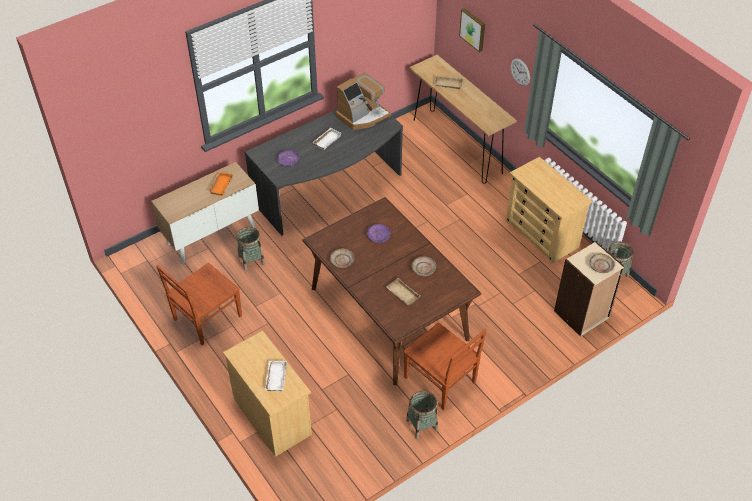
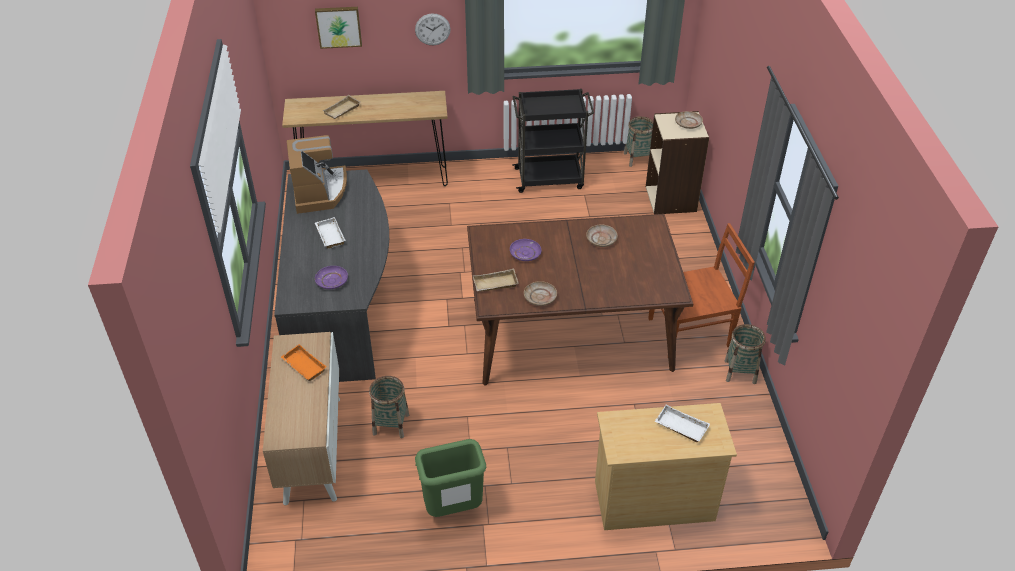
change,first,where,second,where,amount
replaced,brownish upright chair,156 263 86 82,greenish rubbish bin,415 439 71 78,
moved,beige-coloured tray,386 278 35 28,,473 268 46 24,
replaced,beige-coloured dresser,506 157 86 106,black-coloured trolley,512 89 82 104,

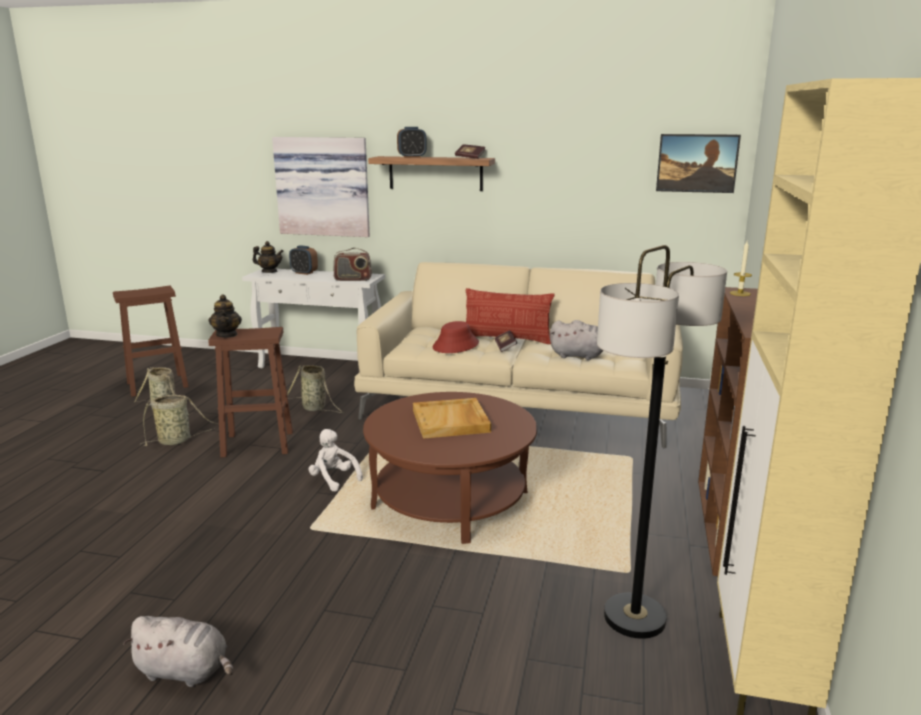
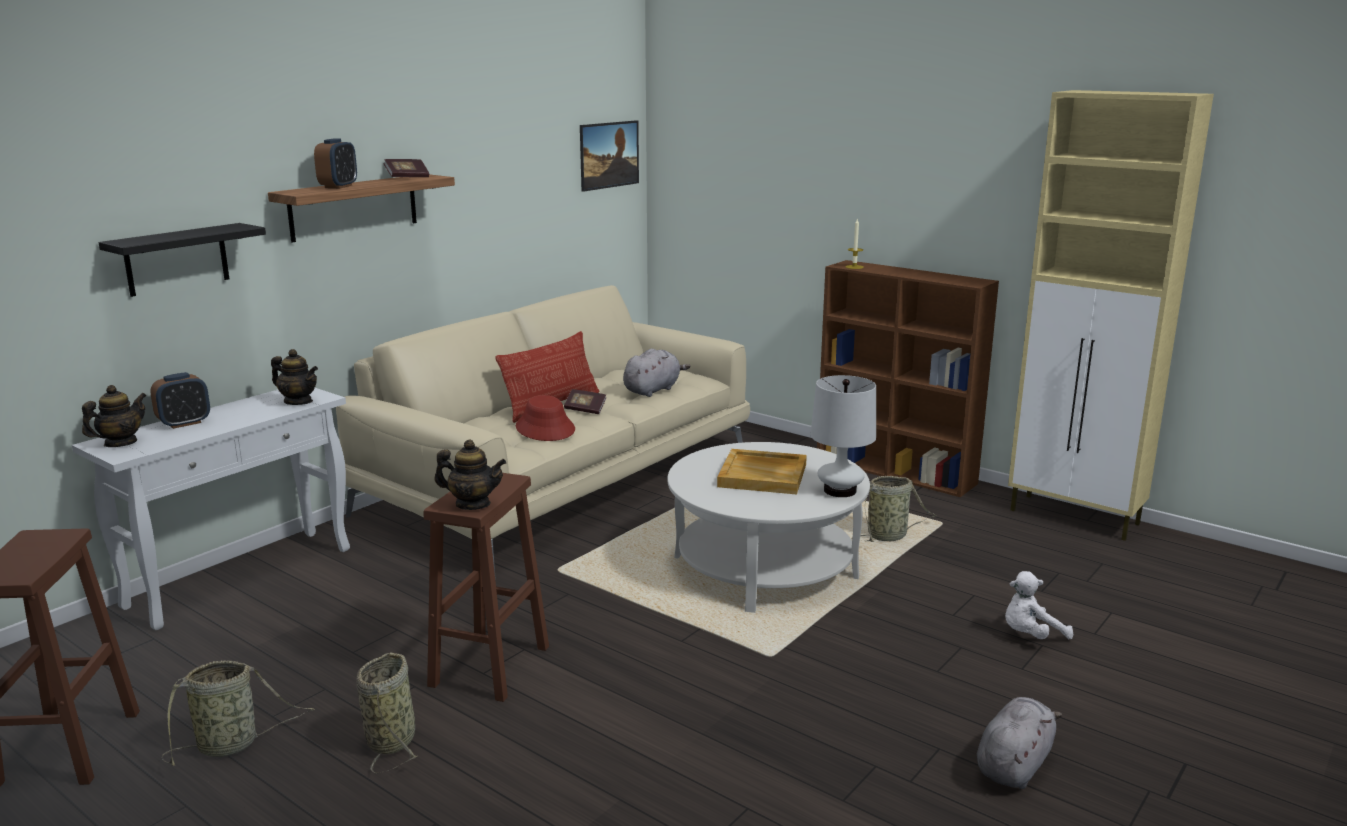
change,first,where,second,where,amount
replaced,picture,272 137 98 100,black-coloured wall shelf,99 223 167 74,
moved,household basket,287 365 57 48,,860 476 77 66,
moved,whitish soft toy,308 429 55 63,,1005 571 68 68,
replaced,radio set,333 248 39 33,pot for tea,271 349 47 56,
recoloured,brownish low table,363 392 174 152,whitish low table,667 442 203 171,
removed,standing lamp,597 245 130 394,,,
added,,,whitish tabletop lamp,810 375 66 122,

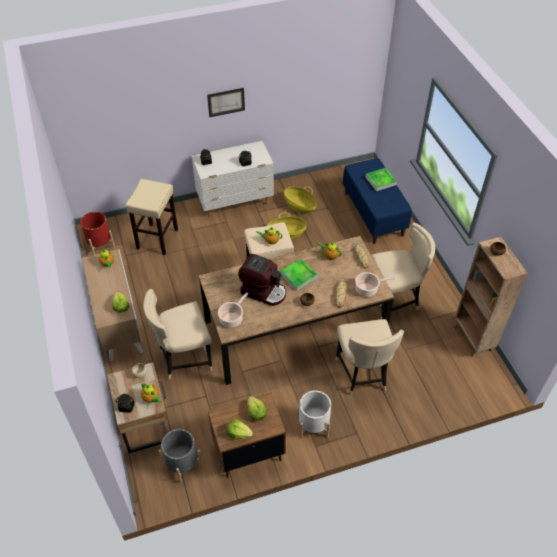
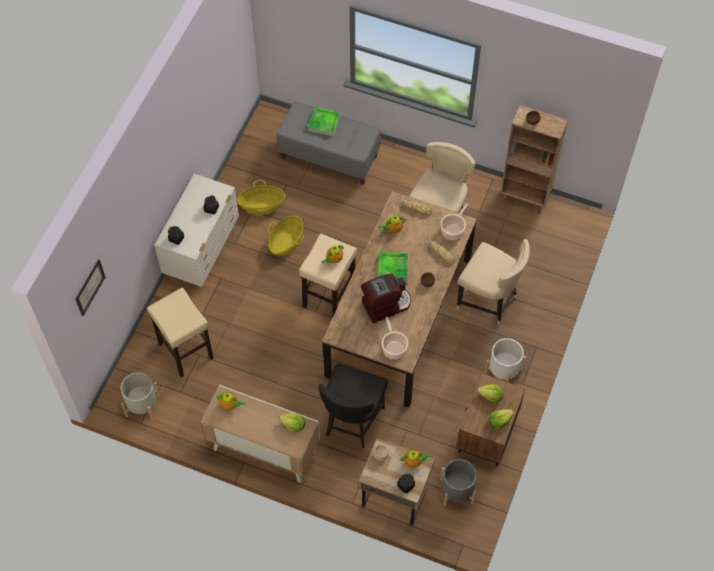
change,first,where,second,where,amount
recoloured,red flower pot,80 211 35 44,greyish flower pot,121 372 39 48,
recoloured,beige-coloured upright chair,143 289 69 90,black-coloured upright chair,319 364 69 84,
moved,picture,207 88 38 29,,76 259 29 57,
recoloured,blue-coloured indoor bench,343 158 69 86,greyish indoor bench,277 102 104 83,

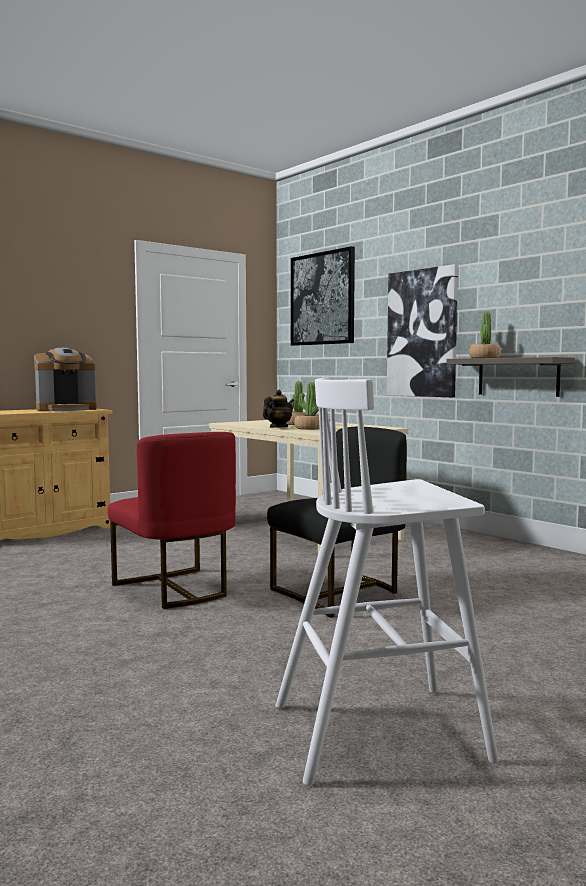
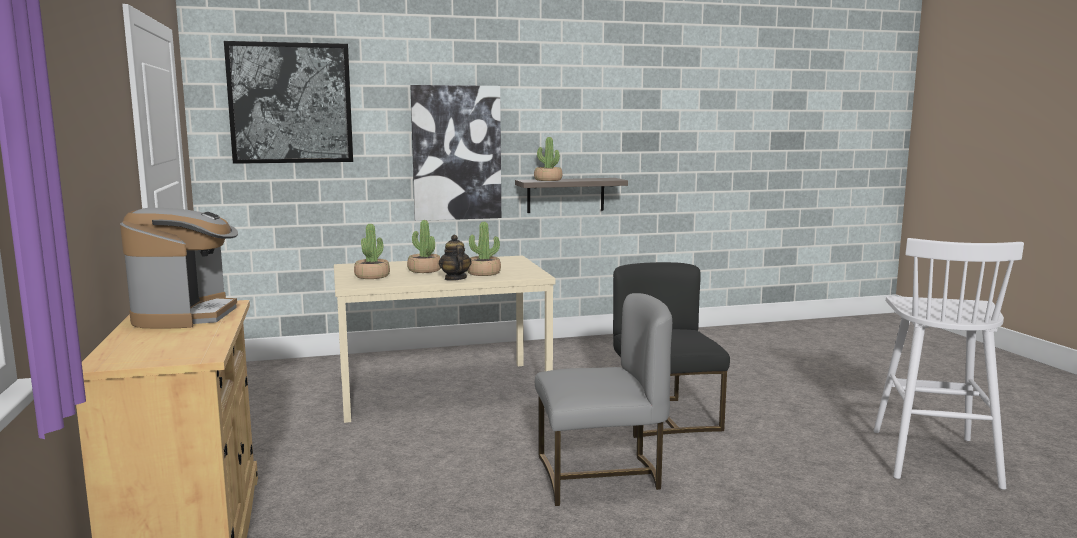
change,first,where,second,where,amount
recoloured,red upright chair,108 432 128 177,greyish upright chair,535 293 137 213,
added,,,plant in a pot,354 224 36 55,

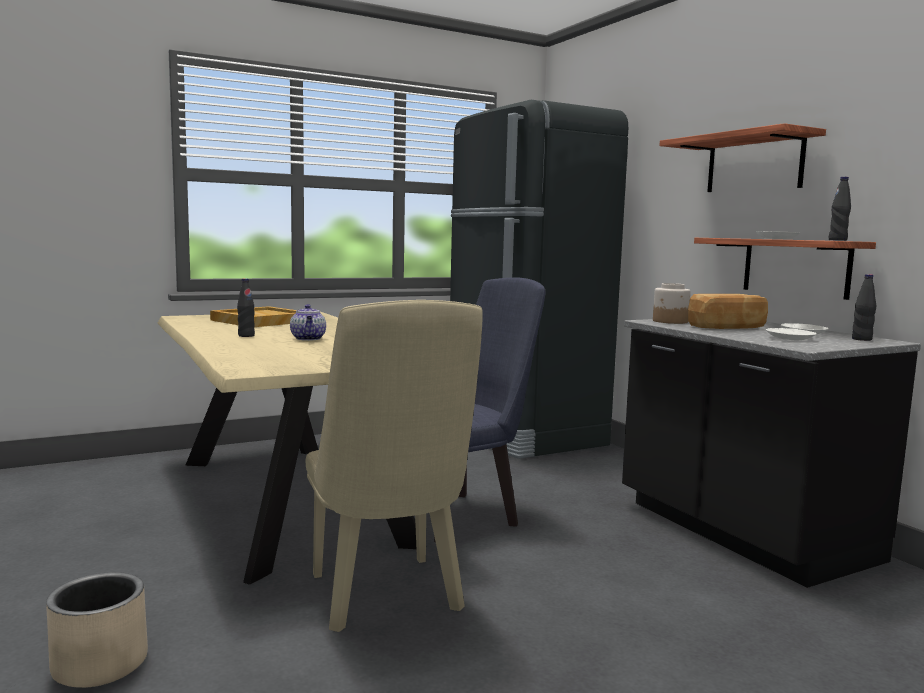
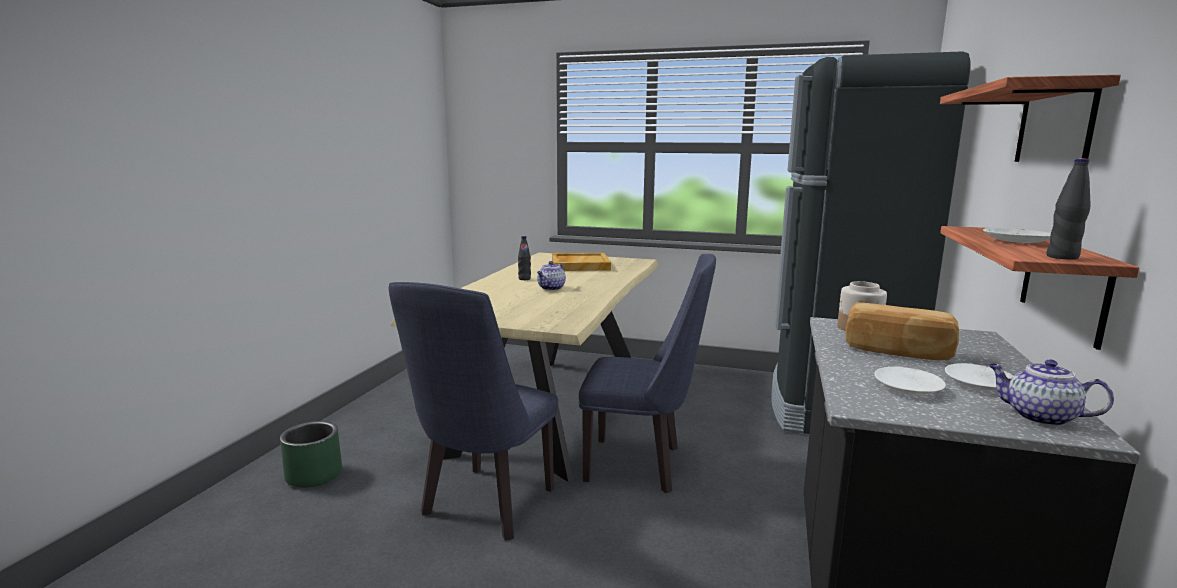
change,first,where,second,where,amount
recoloured,beige-coloured flower pot,46 572 102 116,greenish flower pot,280 421 62 67,
recoloured,beige-coloured upright chair,306 300 177 332,blue-coloured upright chair,388 282 170 258,
replaced,black-coloured beverage bottle,852 274 24 67,pot for tea,988 359 126 67,

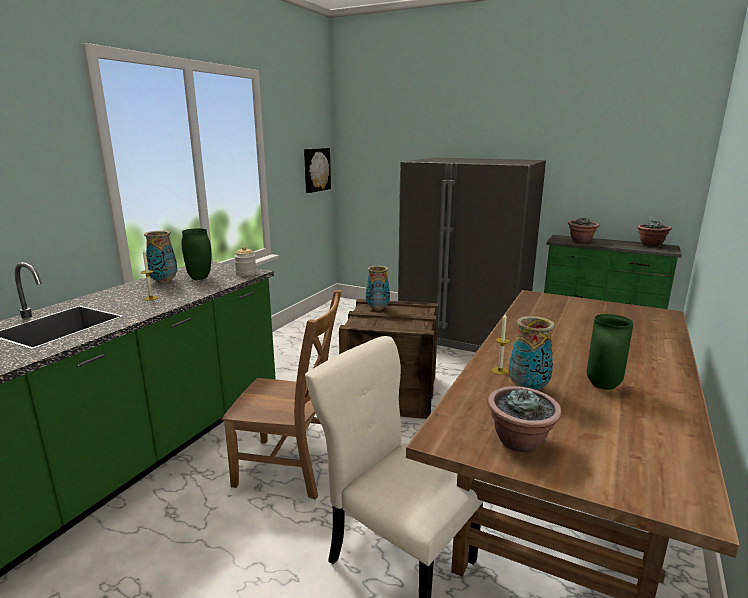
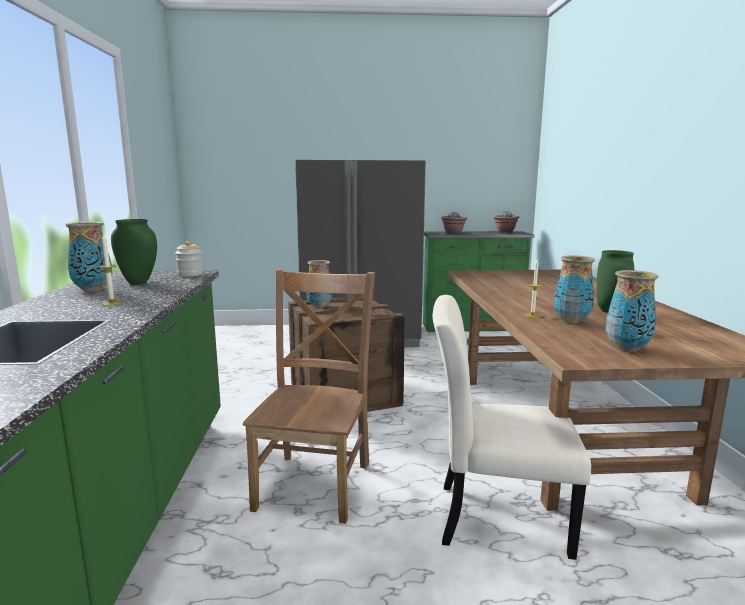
change,first,where,second,where,amount
turned,brownish upright chair,222 290 120 209,,243 269 132 255,60 degrees counterclockwise
removed,picture,304 148 27 45,,,
replaced,plant in a pot,488 386 74 67,flower vase,606 270 52 82,

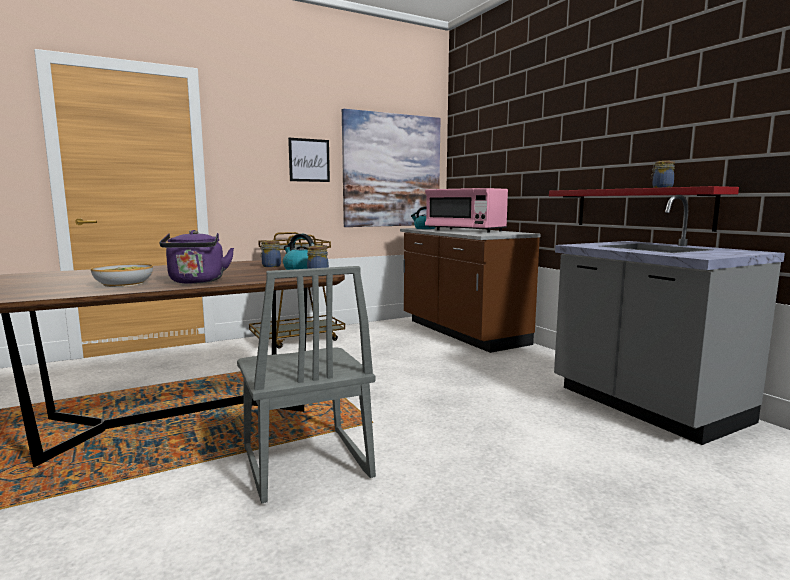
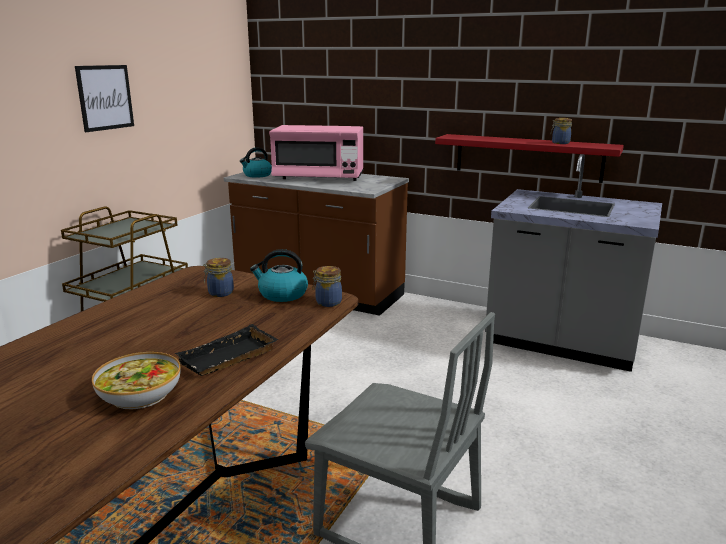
change,first,where,second,where,amount
replaced,purple-coloured tea kettle,160 230 74 54,black-coloured tray,174 324 105 52,
removed,picture,342 109 98 118,,,

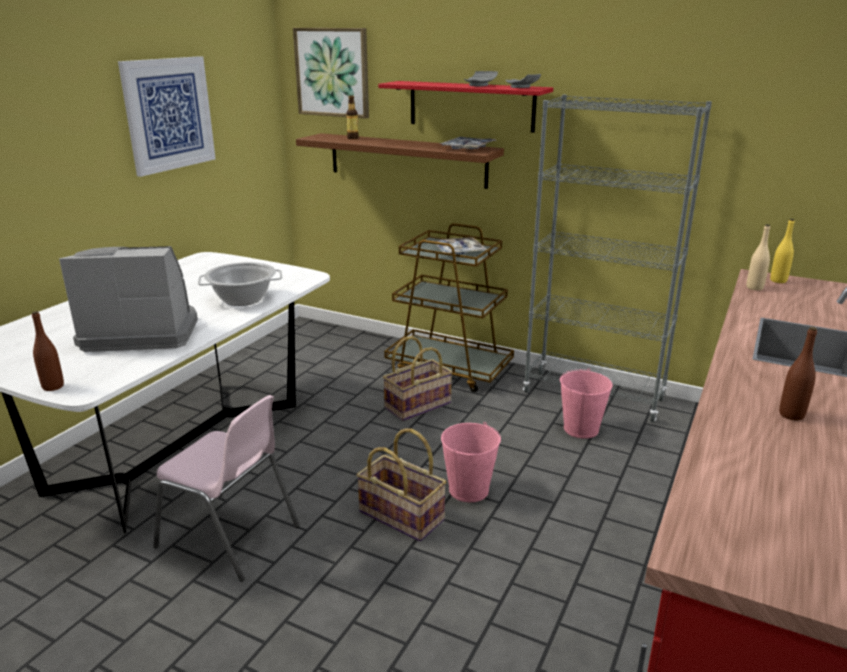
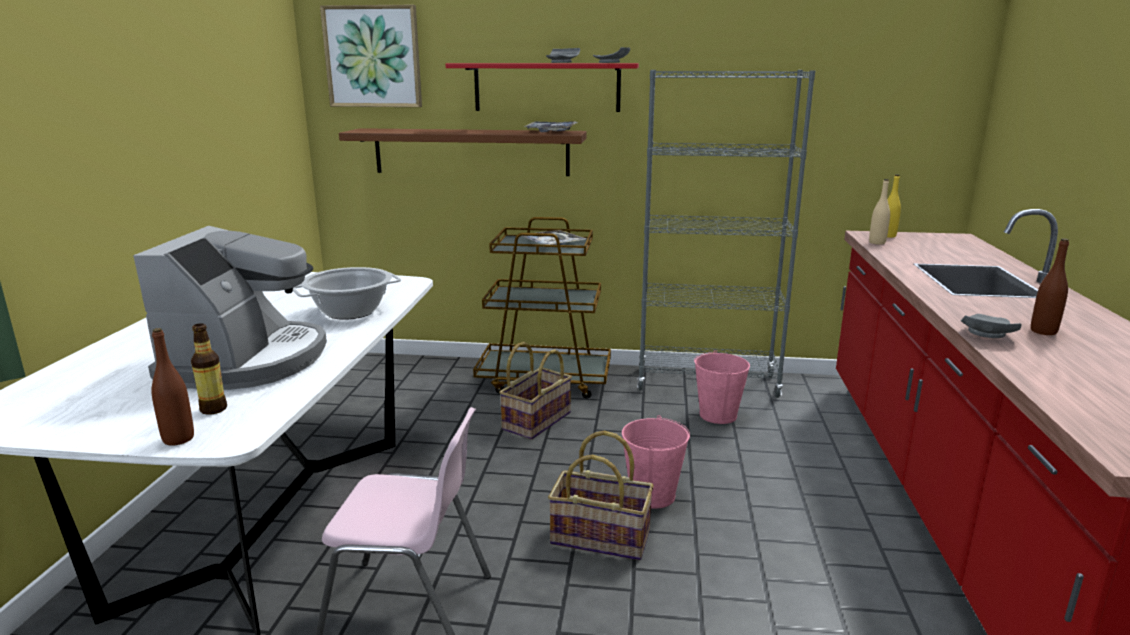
change,first,where,second,where,amount
turned,coffee brewer,59 246 139 106,,133 226 194 164,120 degrees clockwise
removed,picture,118 56 98 121,,,
moved,beverage bottle,346 96 13 43,,191 323 36 92,
added,,,greyish plate,961 314 60 24,

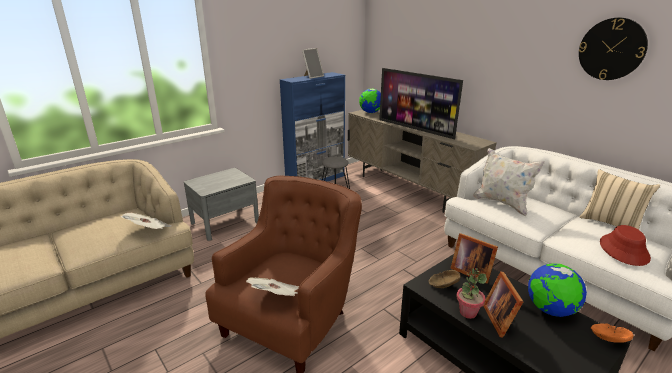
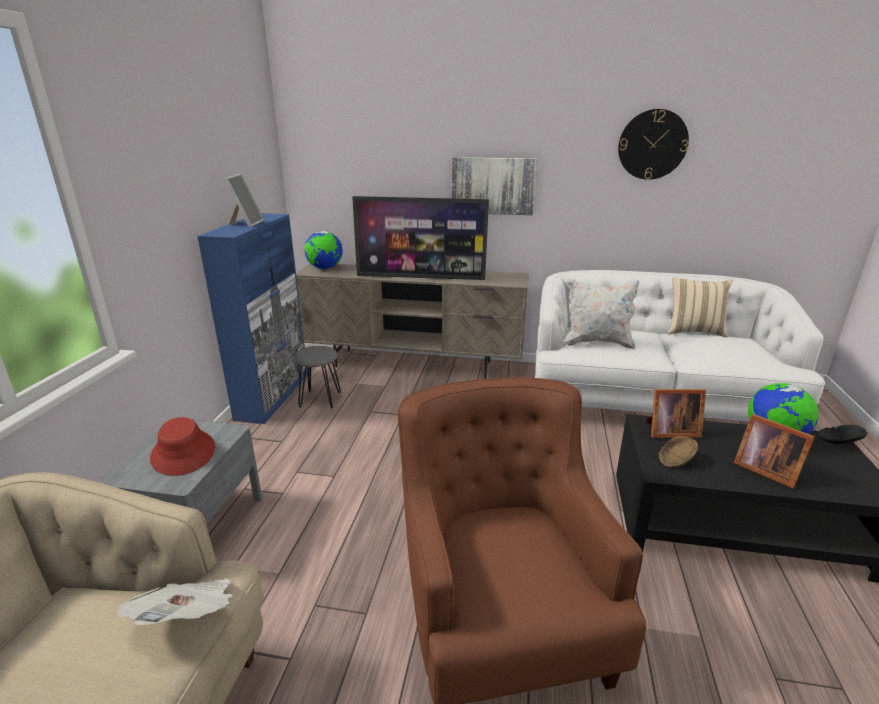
change,first,where,second,where,amount
removed,printed paper,246 278 53 18,,,
removed,plant in a pot,456 268 31 51,,,
recoloured,orange bowl,591 323 43 20,black-coloured bowl,817 425 51 19,
moved,red hat,600 225 51 41,,150 417 65 59,
added,,,picture,452 157 85 58,

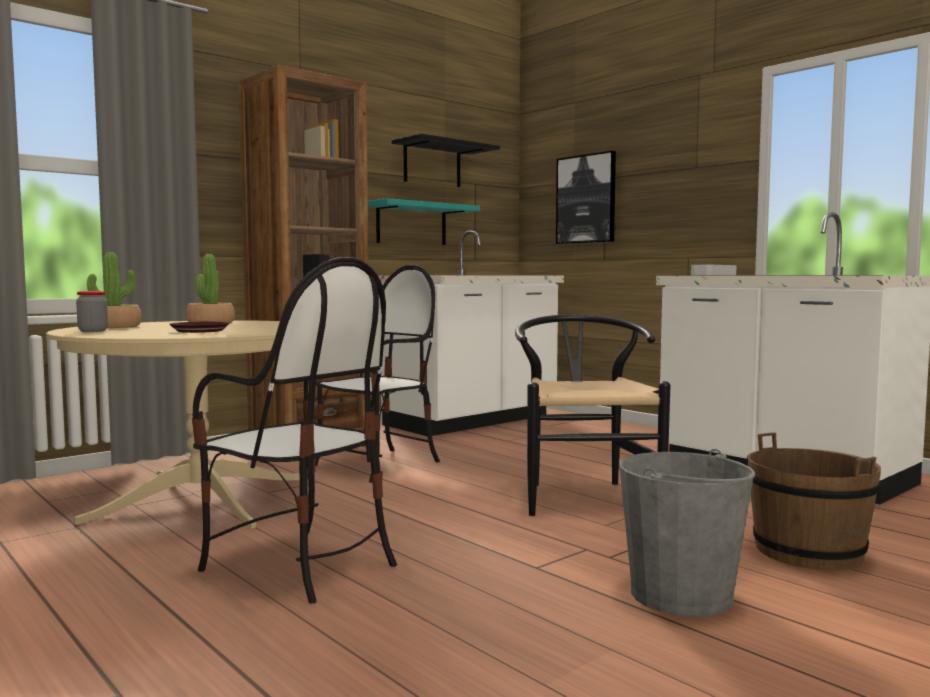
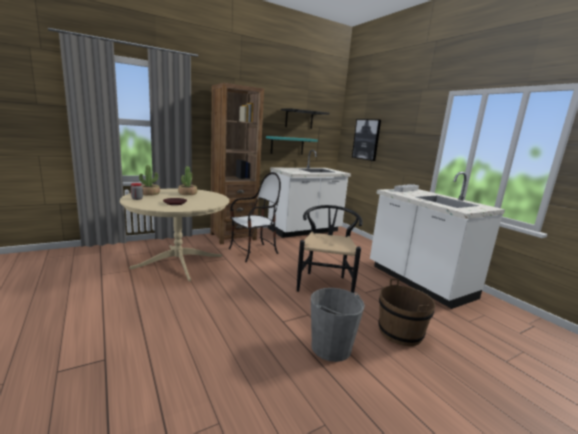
change,first,where,second,where,amount
removed,upright chair,192 257 205 346,,,

